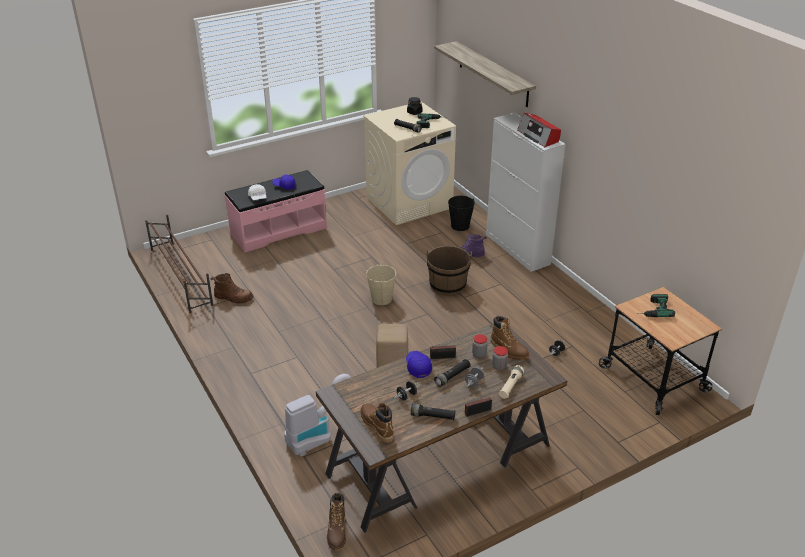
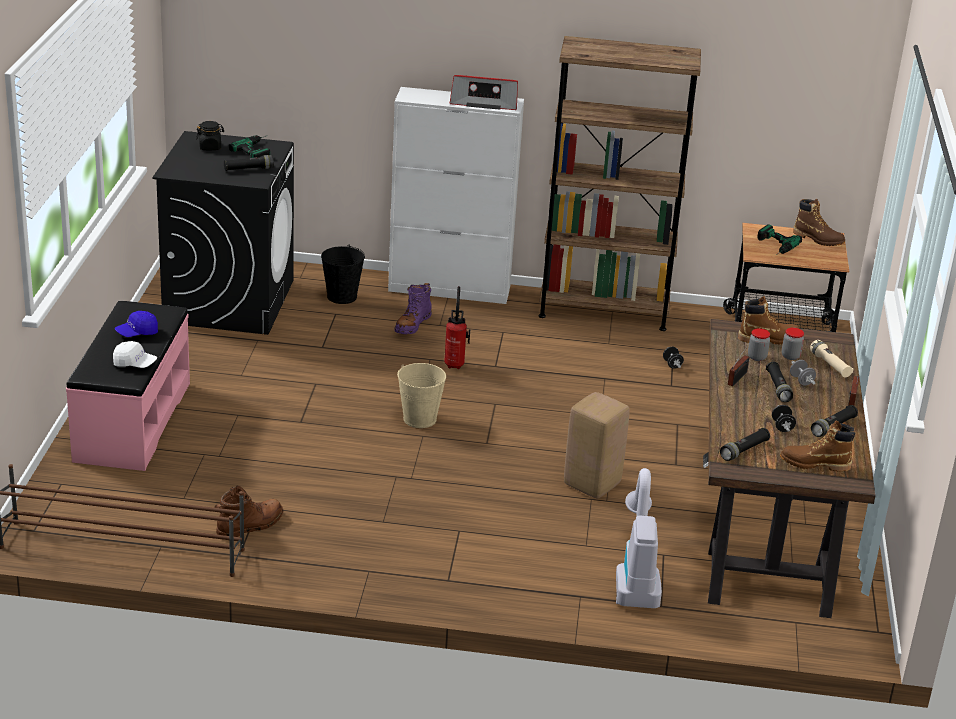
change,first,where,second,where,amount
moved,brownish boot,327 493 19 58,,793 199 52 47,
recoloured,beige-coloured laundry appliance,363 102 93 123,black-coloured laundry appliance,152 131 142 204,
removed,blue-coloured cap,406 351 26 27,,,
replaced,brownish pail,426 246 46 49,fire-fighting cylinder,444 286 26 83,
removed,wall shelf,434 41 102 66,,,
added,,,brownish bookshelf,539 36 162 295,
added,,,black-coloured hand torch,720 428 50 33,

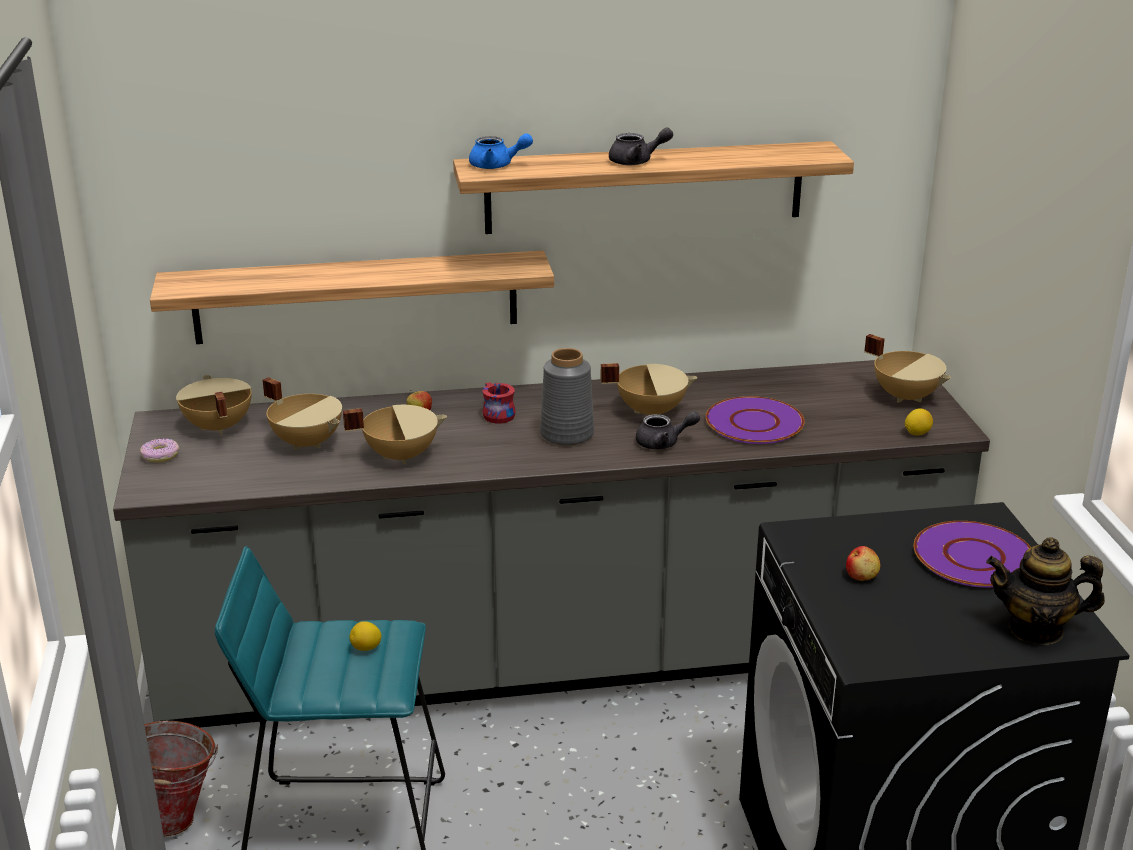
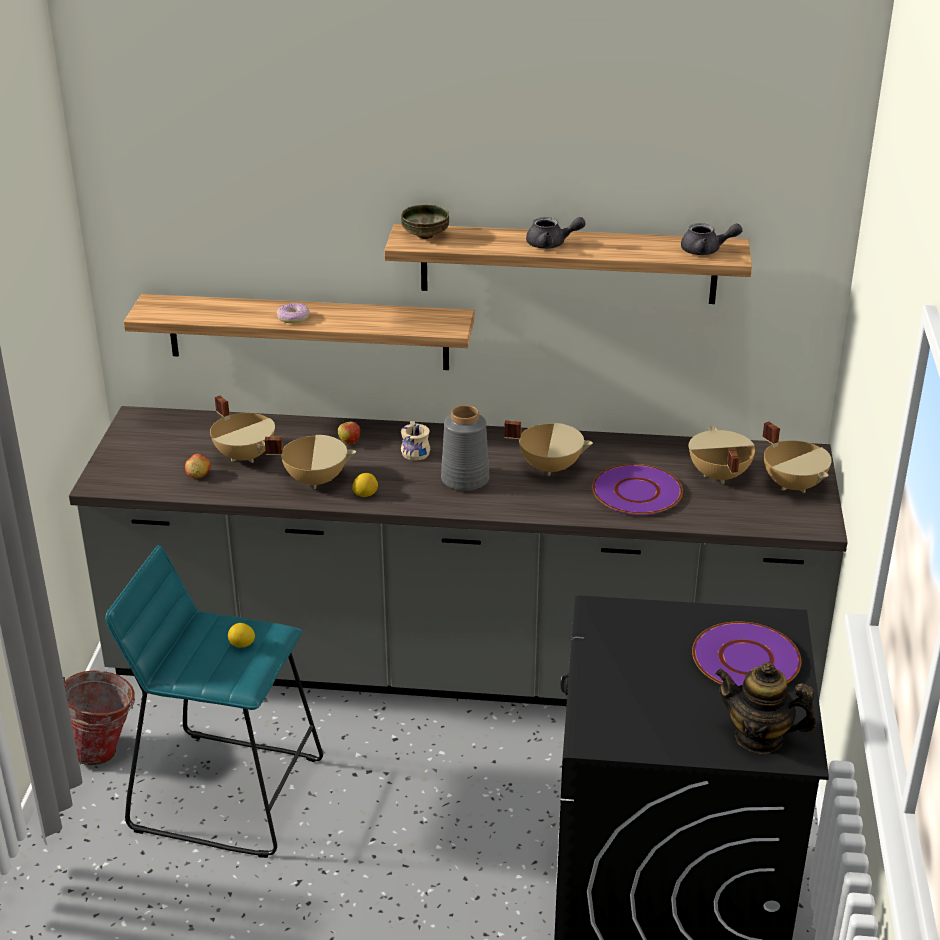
change,first,where,second,where,amount
moved,doughnut,140 438 39 25,,277 303 33 20,
moved,beige-coloured stockpot,176 375 76 60,,689 426 66 58,
replaced,blue-coloured pot for tea,469 133 64 36,bowl,401 204 48 35,
recoloured,red mug,482 382 34 42,beige-coloured mug,401 421 29 40,
moved,greyish pot for tea,636 411 64 38,,681 223 61 32,
moved,apple,846 546 34 35,,185 453 26 25,
moved,citrus fruit,905 409 28 27,,352 473 26 24,

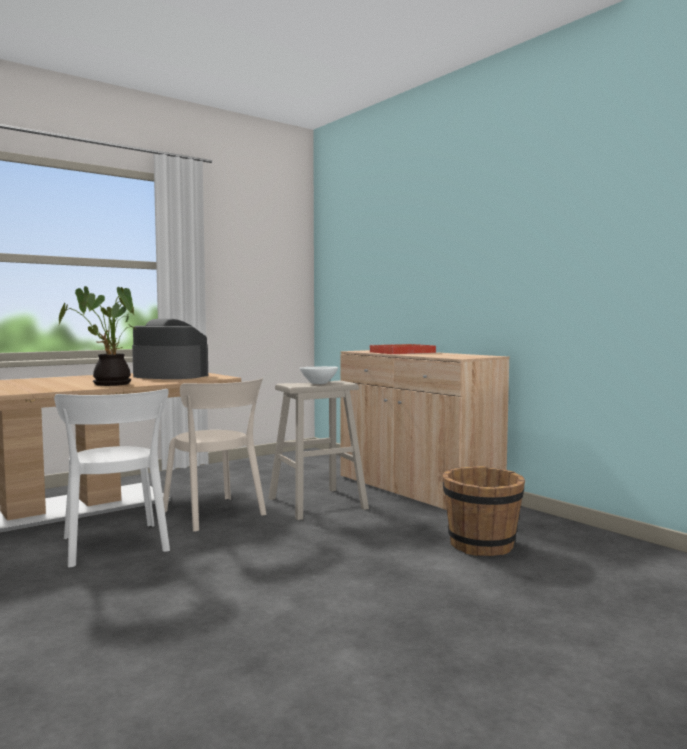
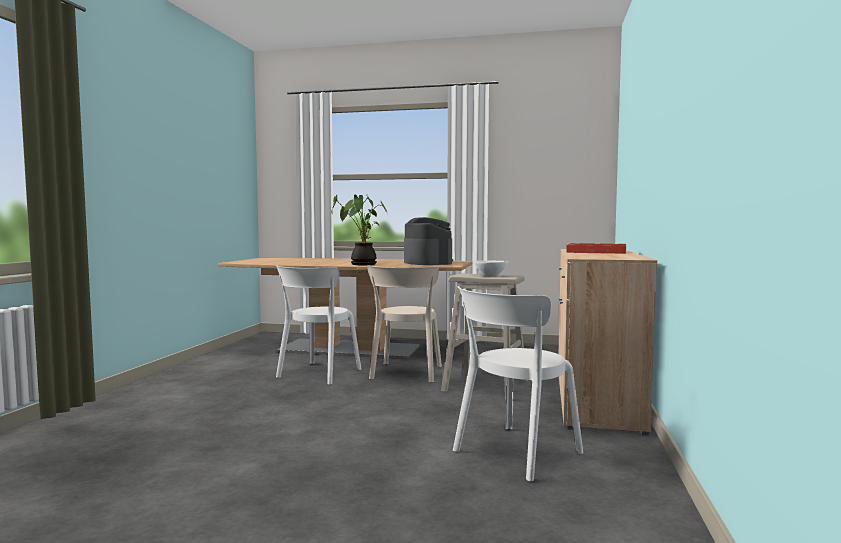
change,first,where,second,where,amount
replaced,brownish pail,443 466 82 90,whitish upright chair,453 286 130 196,

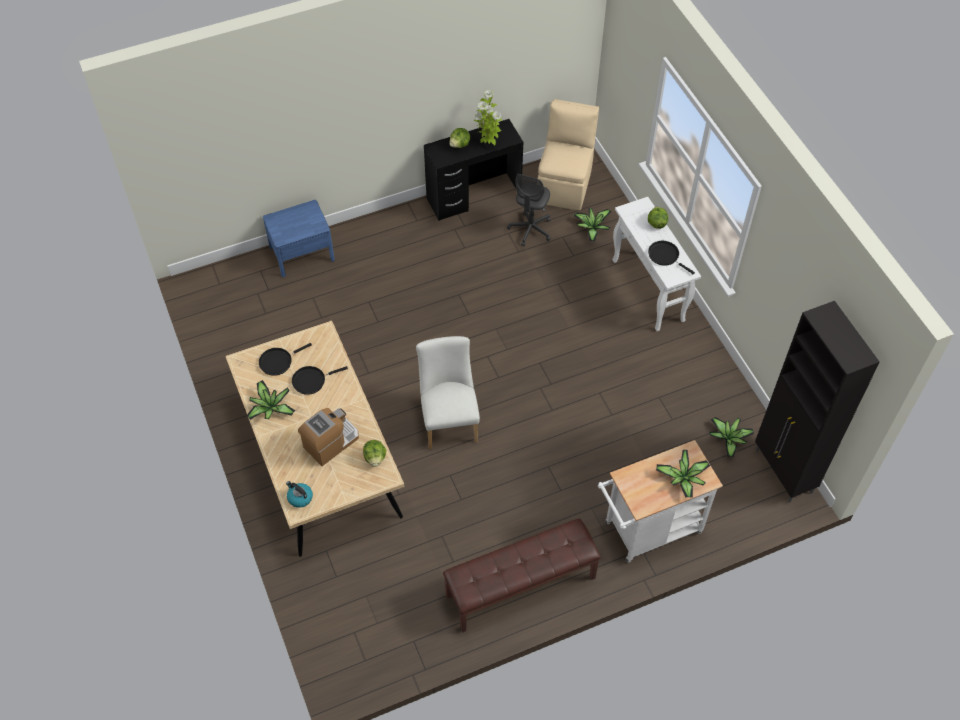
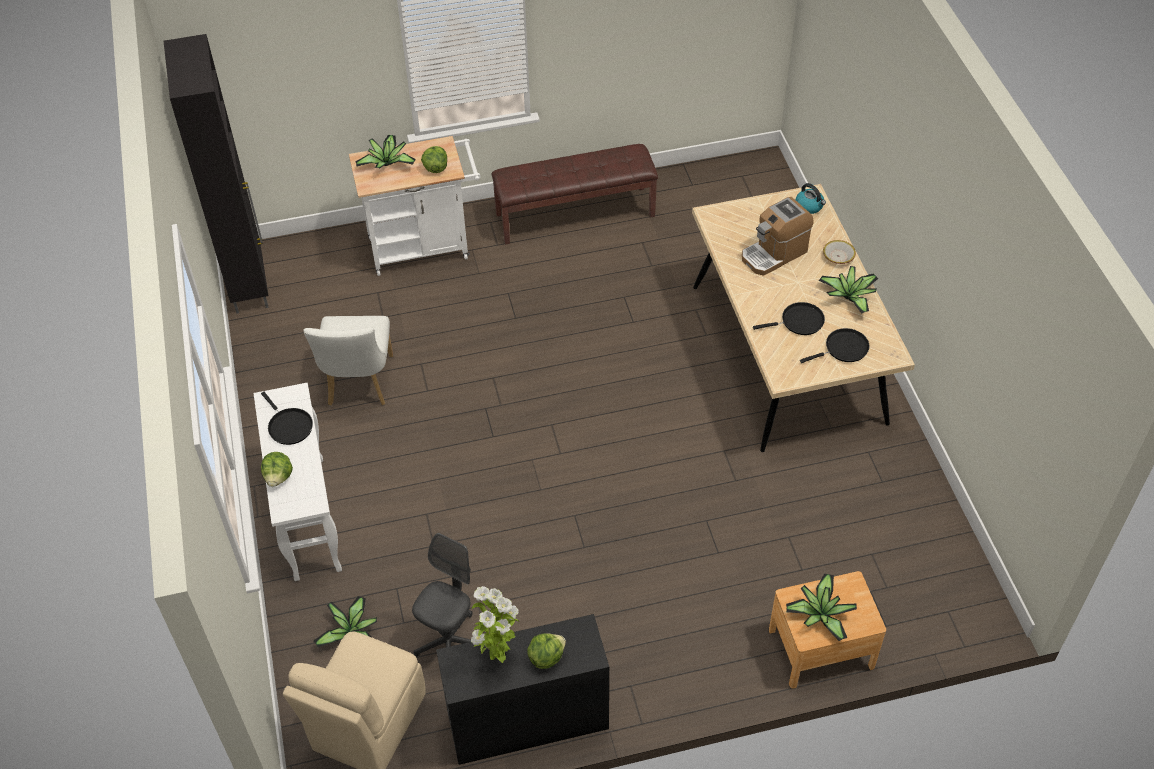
change,first,where,second,where,amount
recoloured,blue-coloured bedside table,263 200 72 77,brownish bedside table,769 571 117 118,
moved,head of lettuce,363 440 23 27,,421 146 26 27,
moved,whitish upright chair,416 336 64 113,,303 316 90 90,
moved,plant in a pot,709 417 45 40,,786 574 71 67,
added,,,bowl,823 240 33 24,

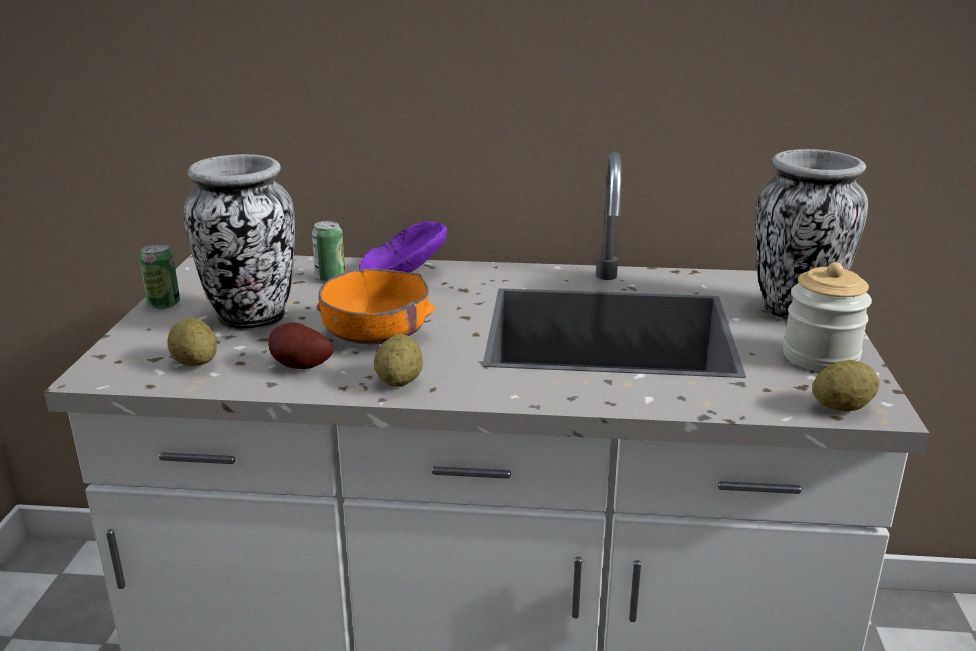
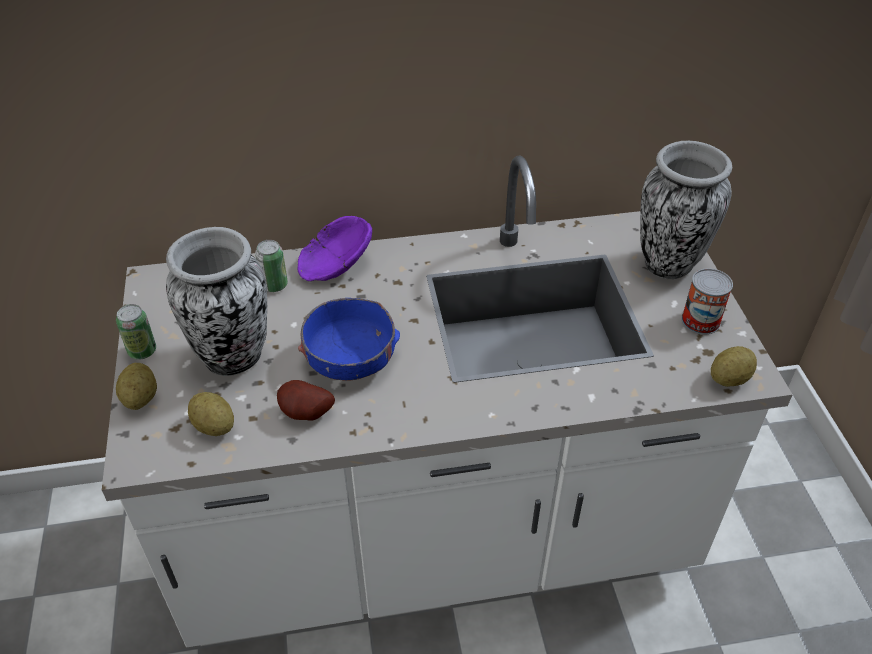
change,first,where,second,where,amount
recoloured,orange bowl,316 269 119 76,blue-coloured bowl,298 298 102 83,
moved,whole potato,374 334 49 53,,116 363 41 47,
replaced,storage jar,783 262 89 110,can,681 268 52 66,

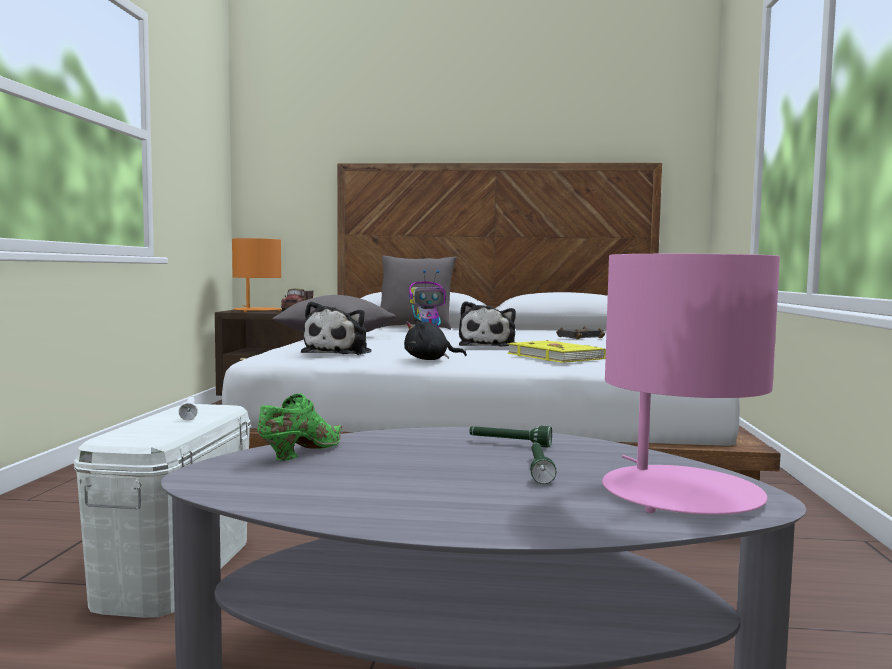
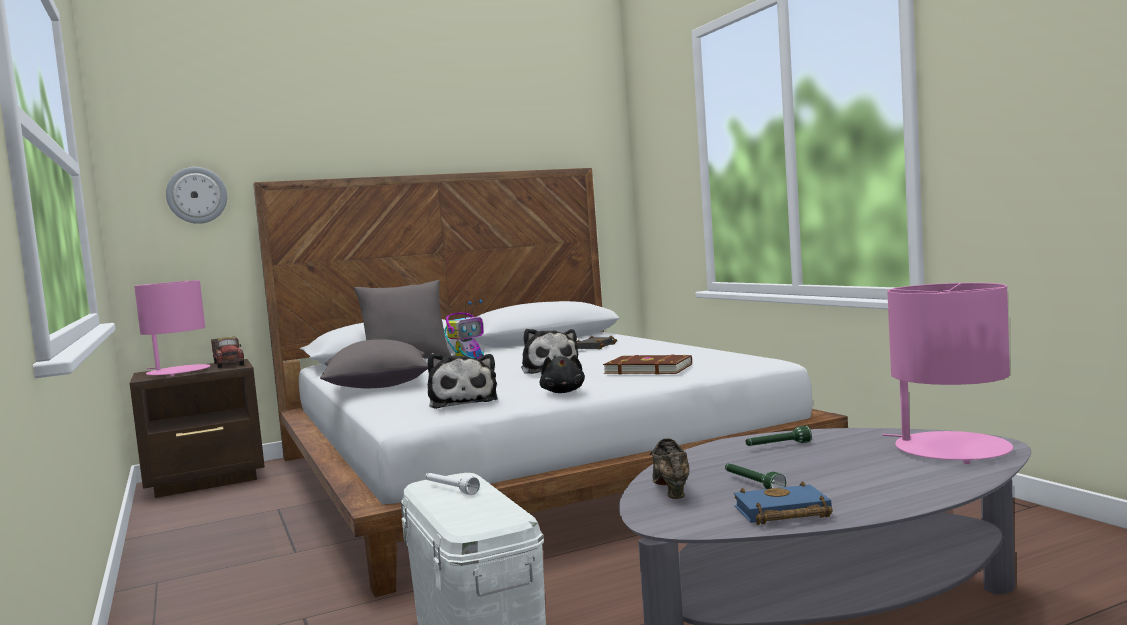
change,first,where,second,where,amount
recoloured,orange tabletop lamp,232 238 49 74,pinkish tabletop lamp,134 280 76 97,
recoloured,greenish item of footwear,257 393 85 68,brownish item of footwear,650 438 39 61,
turned,black-coloured soft toy,404 318 63 42,,540 355 45 38,60 degrees counterclockwise
recoloured,yellow book,507 340 99 23,brownish book,603 355 89 19,
moved,greenish hand torch,530 443 26 41,,725 463 61 26,
added,,,hanging clock,166 167 61 57,
added,,,blue-coloured book,734 481 99 44,

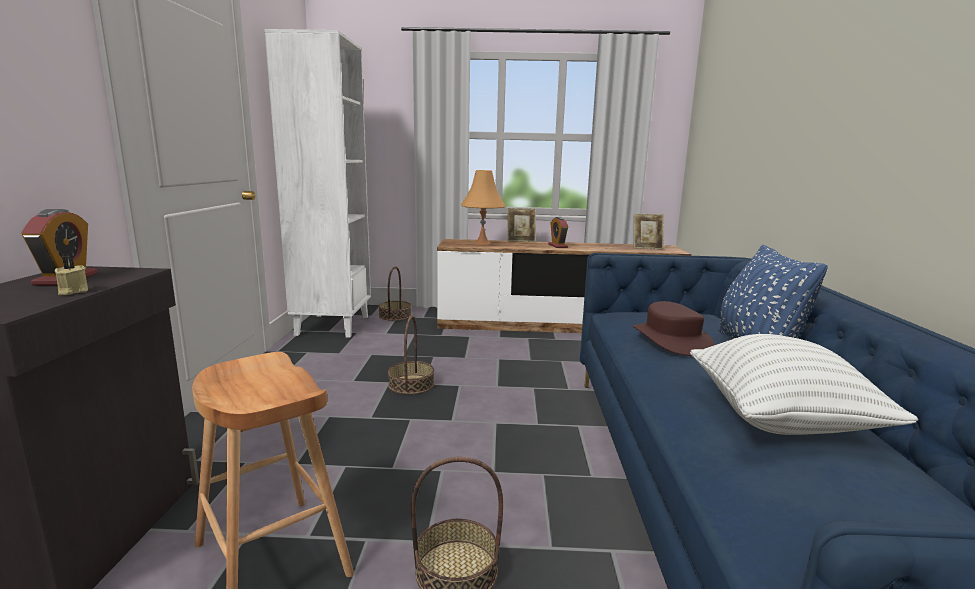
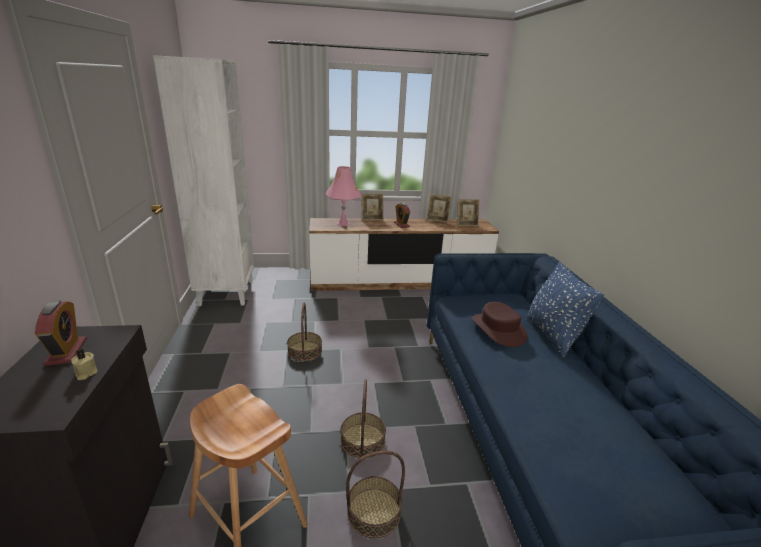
change,first,where,second,where,amount
moved,household basket,379 267 32 54,,341 379 45 79,
recoloured,orange tabletop lamp,461 170 45 75,pinkish tabletop lamp,326 166 36 60,
removed,whitish pillow,690 334 228 101,,,
added,,,standing frame,426 194 26 28,

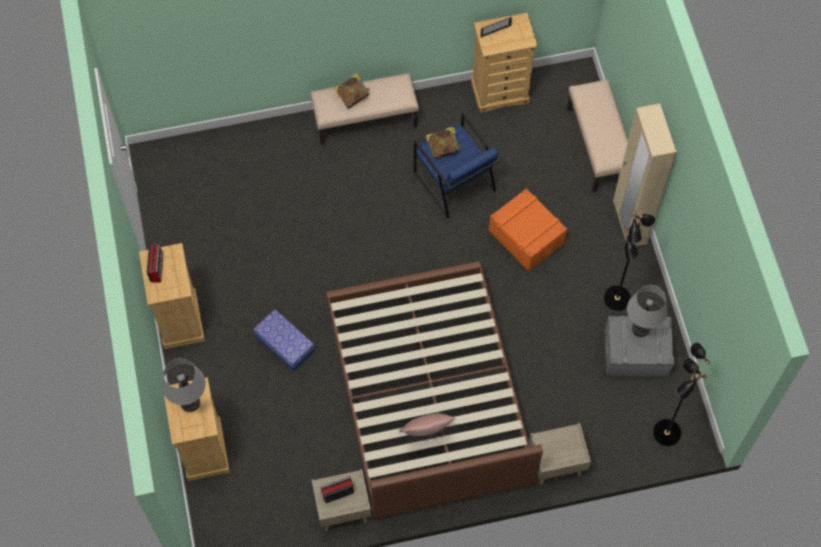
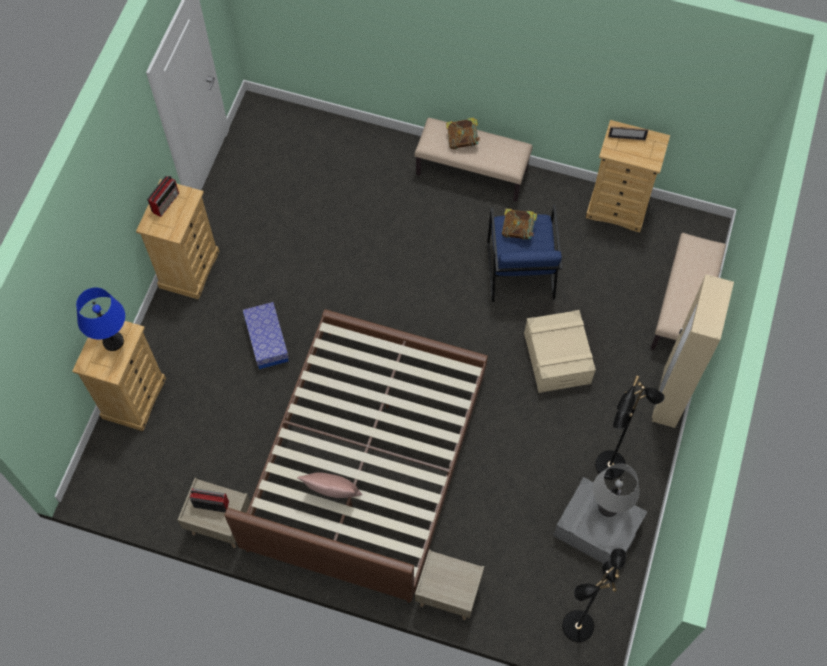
change,first,where,second,where,amount
recoloured,greyish tabletop lamp,162 358 44 54,blue-coloured tabletop lamp,76 288 49 63,
recoloured,orange storage box,488 189 80 83,beige-coloured storage box,524 310 72 83,

